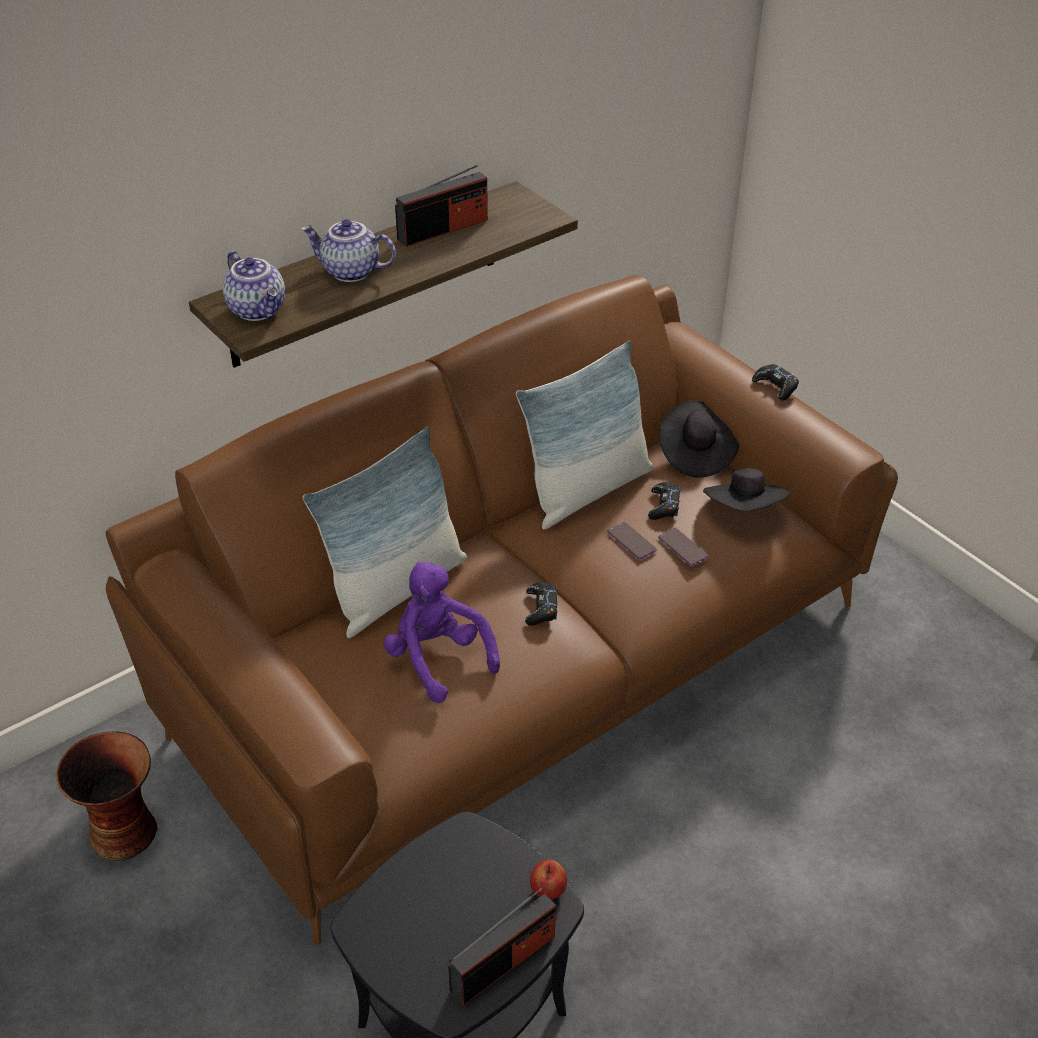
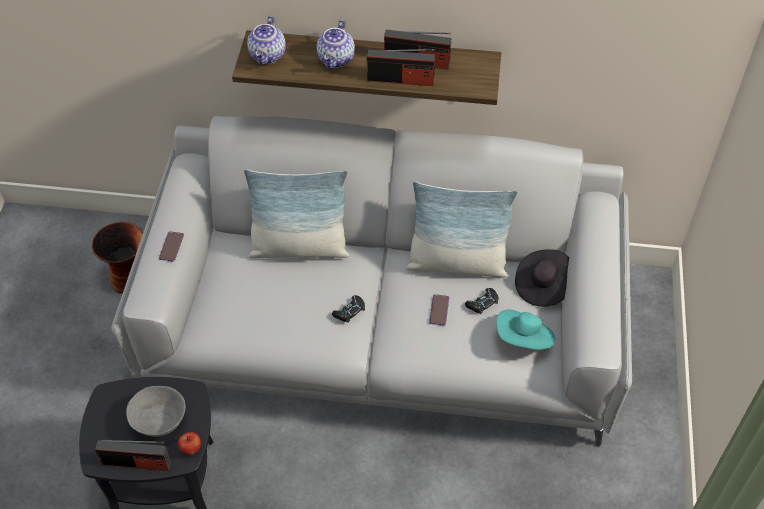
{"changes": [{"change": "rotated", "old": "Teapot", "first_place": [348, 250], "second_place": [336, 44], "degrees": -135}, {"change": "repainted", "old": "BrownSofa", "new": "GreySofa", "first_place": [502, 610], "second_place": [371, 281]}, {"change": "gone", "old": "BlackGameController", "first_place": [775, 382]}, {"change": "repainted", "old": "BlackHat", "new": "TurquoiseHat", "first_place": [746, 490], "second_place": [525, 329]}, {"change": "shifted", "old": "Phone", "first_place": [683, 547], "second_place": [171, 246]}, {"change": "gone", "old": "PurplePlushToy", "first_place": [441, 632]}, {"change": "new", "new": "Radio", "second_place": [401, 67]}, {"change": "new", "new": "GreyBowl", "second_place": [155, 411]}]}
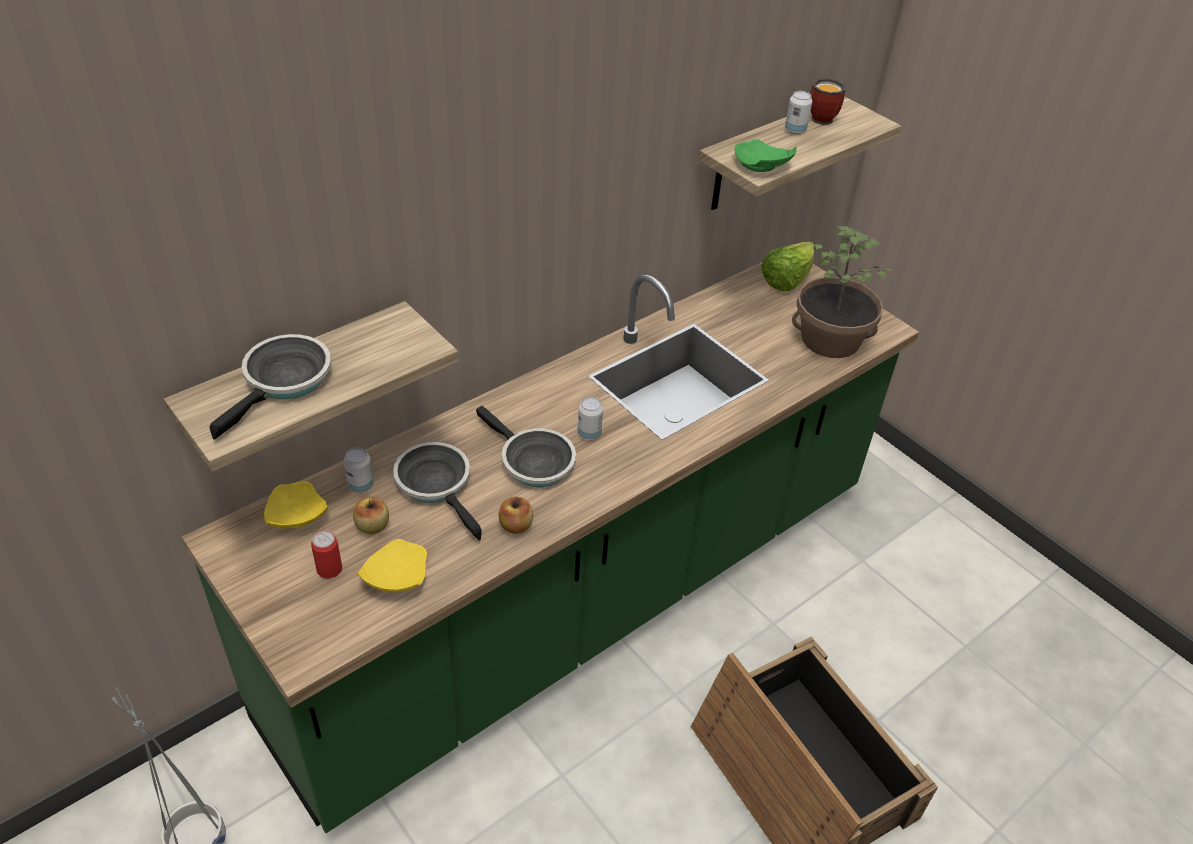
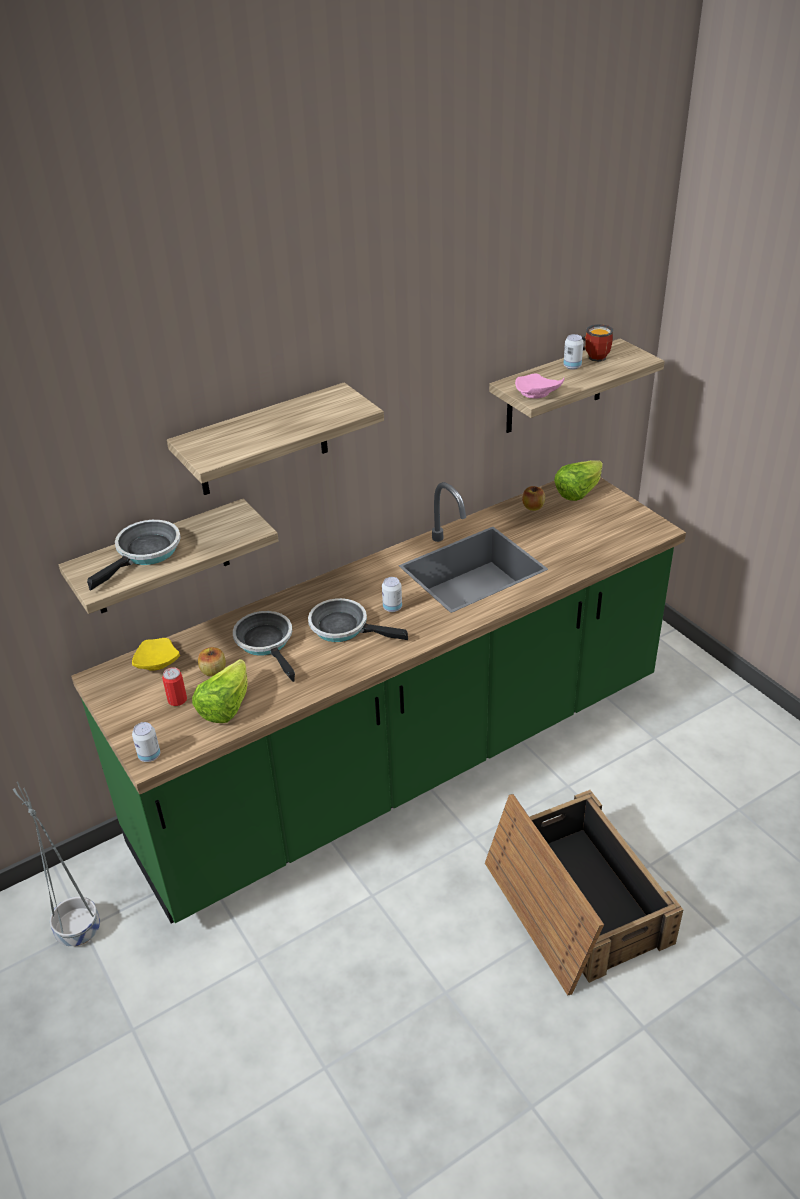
{"changes": [{"change": "repainted", "old": "GreenPlate", "new": "PinkPlate", "first_place": [765, 155], "second_place": [539, 386]}, {"change": "gone", "old": "PottedPlant", "first_place": [842, 292]}, {"change": "rotated", "old": "FryingPan", "first_place": [526, 446], "second_place": [358, 620], "degrees": 150}, {"change": "shifted", "old": "Can", "first_place": [359, 470], "second_place": [146, 742]}, {"change": "shifted", "old": "Apple", "first_place": [516, 515], "second_place": [533, 498]}, {"change": "swapped", "old": "YellowPlate", "new": "Lettuce", "first_place": [392, 565], "second_place": [220, 691]}, {"change": "new", "new": "Shelf", "second_place": [275, 438]}]}
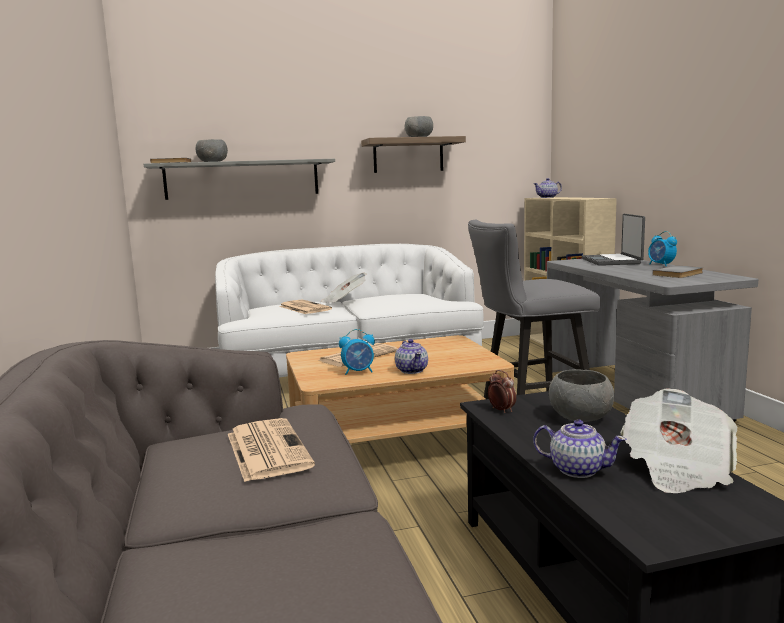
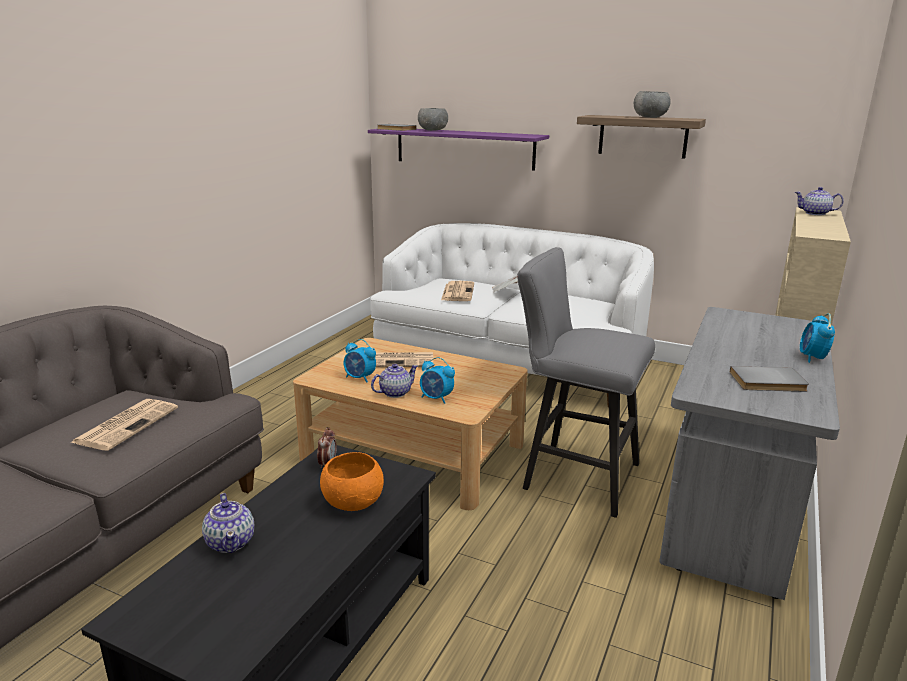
{"changes": [{"change": "repainted", "old": "GreyShelf", "new": "PurpleShelf", "first_place": [239, 179], "second_place": [458, 150]}, {"change": "gone", "old": "Laptop", "first_place": [613, 240]}, {"change": "rotated", "old": "Teapot", "first_place": [411, 356], "second_place": [394, 381], "degrees": -150}, {"change": "repainted", "old": "GreyBowl", "new": "OrangeBowl", "first_place": [581, 395], "second_place": [352, 481]}, {"change": "gone", "old": "Newspaper", "first_place": [678, 441]}, {"change": "new", "new": "AlarmClock", "second_place": [437, 380]}]}
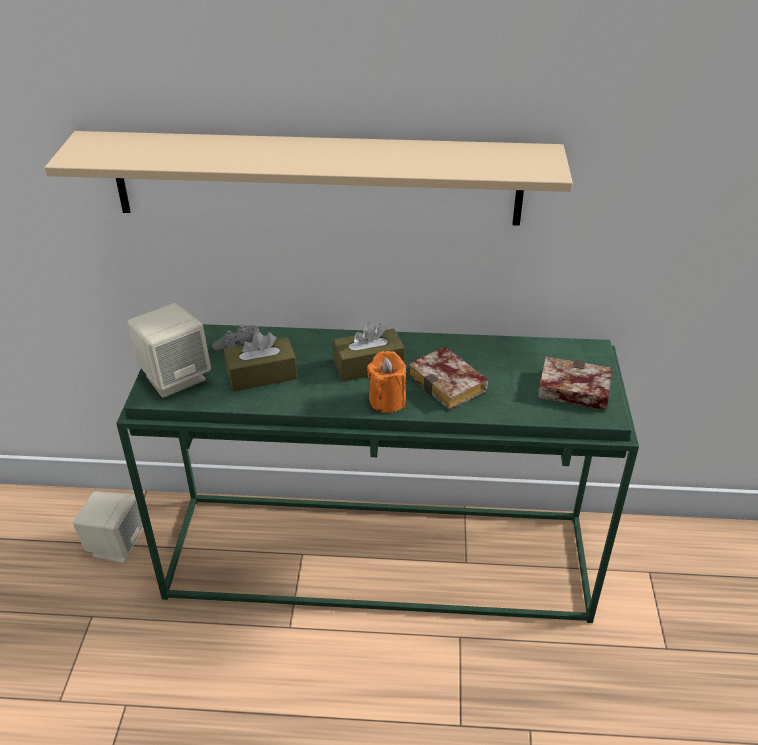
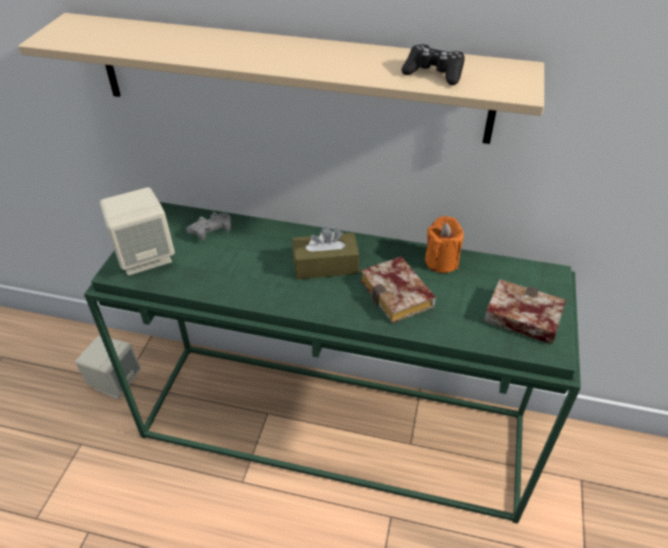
{"changes": [{"change": "gone", "old": "BrownTissueBox", "first_place": [260, 362]}, {"change": "shifted", "old": "OrangeCandle", "first_place": [386, 382], "second_place": [444, 244]}, {"change": "new", "new": "BlackGameController", "second_place": [433, 64]}]}
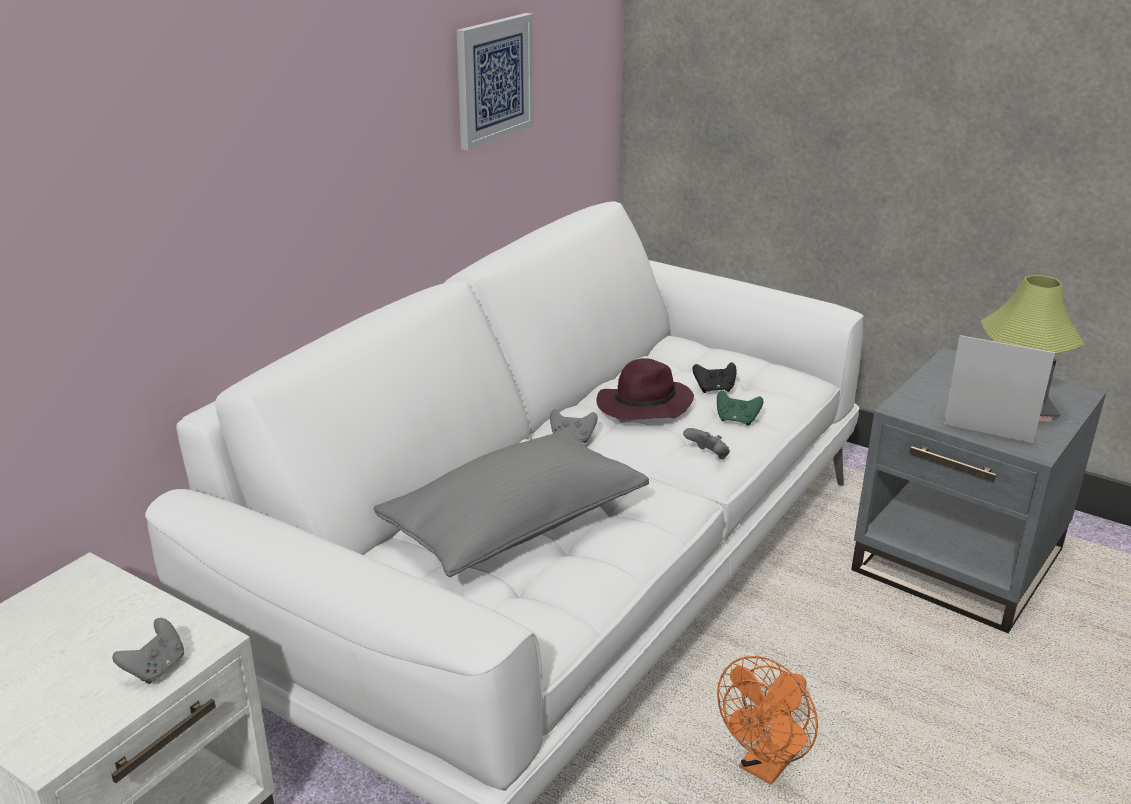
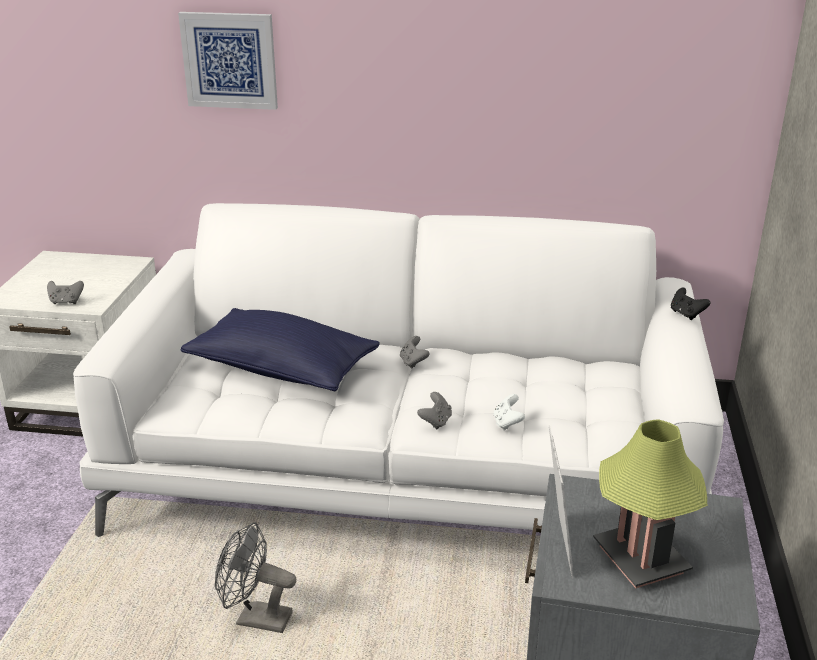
{"changes": [{"change": "shifted", "old": "Picture", "first_place": [495, 81], "second_place": [228, 61]}, {"change": "gone", "old": "PurpleHat", "first_place": [645, 388]}, {"change": "shifted", "old": "BlackGameController", "first_place": [714, 377], "second_place": [690, 304]}, {"change": "repainted", "old": "GreenGameController", "new": "WhiteGameController", "first_place": [740, 408], "second_place": [509, 412]}, {"change": "repainted", "old": "GreyPillow", "new": "BluePillow", "first_place": [511, 502], "second_place": [280, 350]}, {"change": "repainted", "old": "OrangeFan", "new": "GreyFan", "first_place": [767, 720], "second_place": [255, 577]}]}
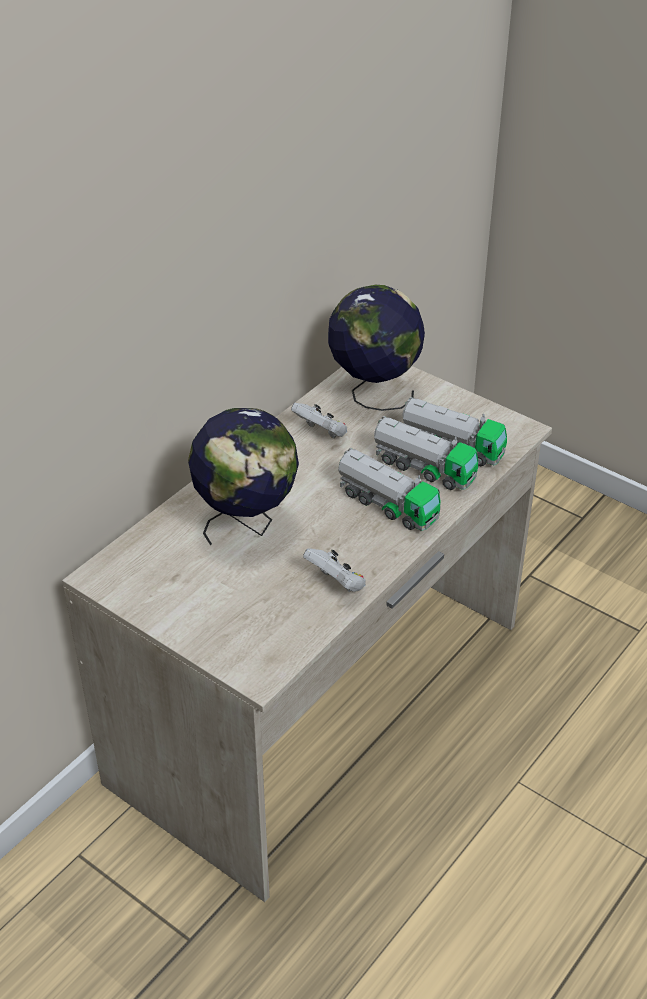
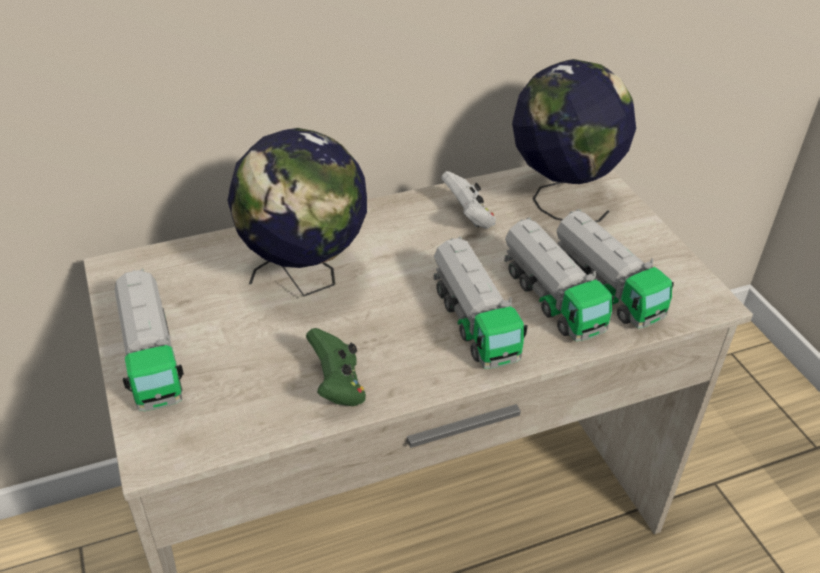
{"changes": [{"change": "repainted", "old": "WhiteGameController", "new": "GreenGameController", "first_place": [334, 570], "second_place": [336, 367]}, {"change": "new", "new": "ToyTruck", "second_place": [149, 339]}]}
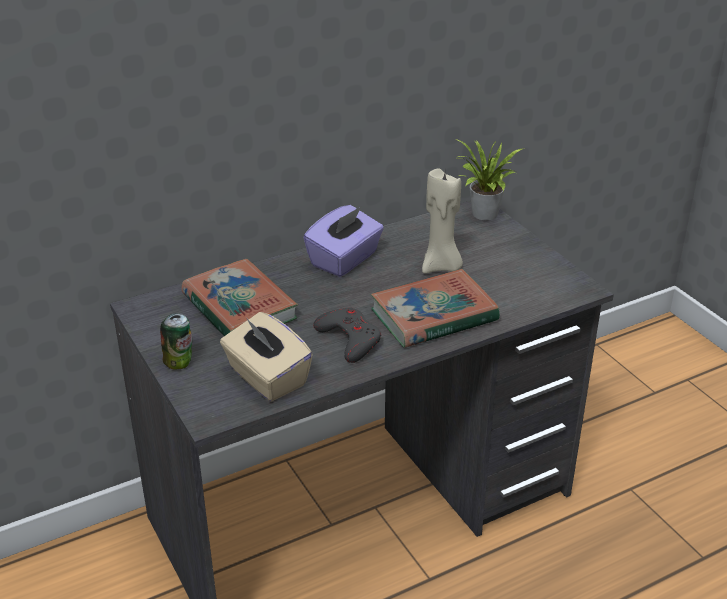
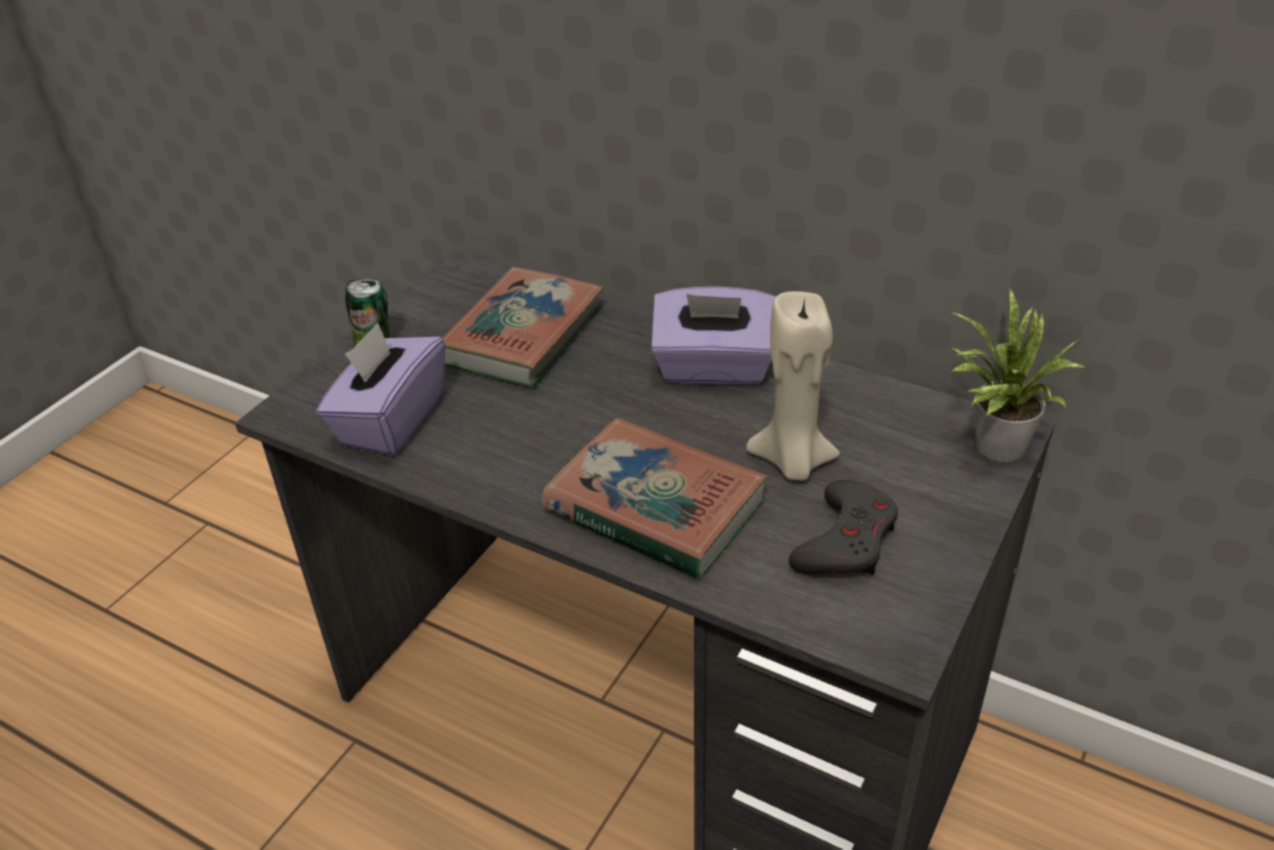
{"changes": [{"change": "shifted", "old": "GreyGameController", "first_place": [347, 335], "second_place": [843, 527]}, {"change": "repainted", "old": "BeigeTissueBox", "new": "PurpleTissueBox", "first_place": [266, 356], "second_place": [380, 389]}]}
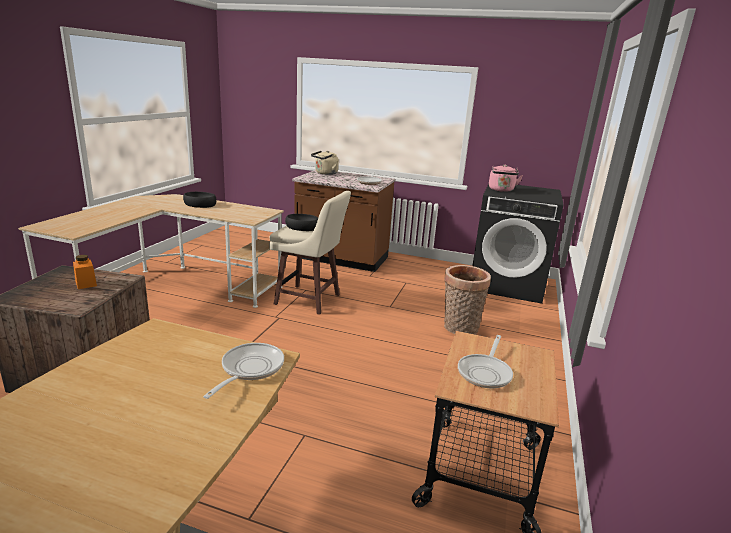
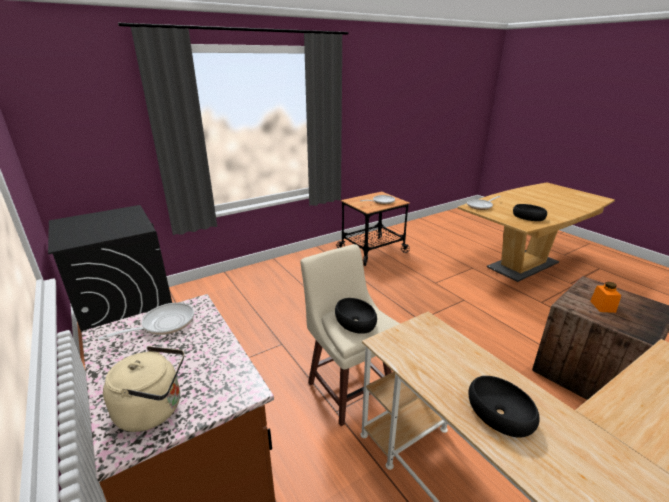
{"changes": [{"change": "gone", "old": "PinkKettle", "first_place": [506, 178]}, {"change": "gone", "old": "Basket", "first_place": [467, 299]}, {"change": "new", "new": "BlackBowl", "second_place": [530, 212]}]}
